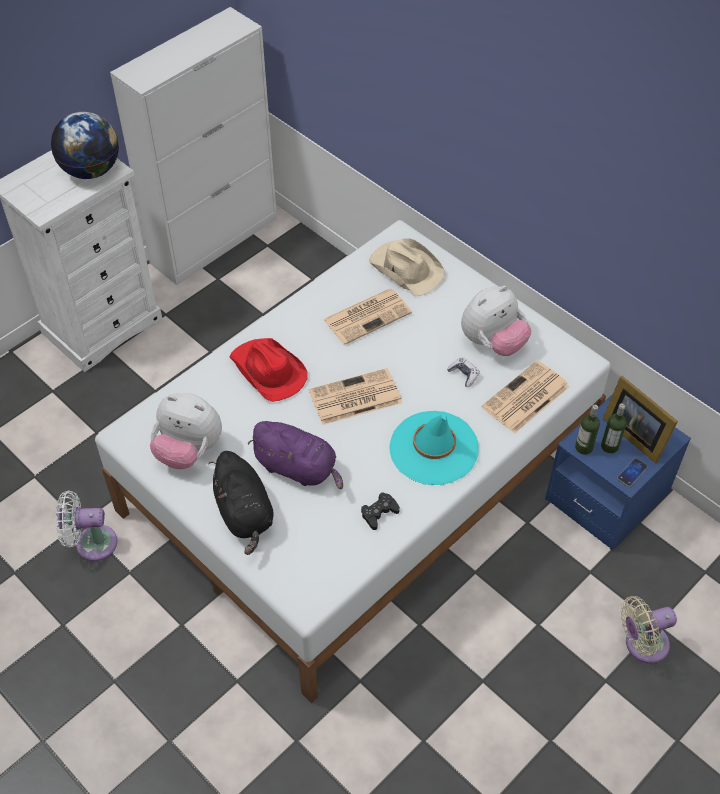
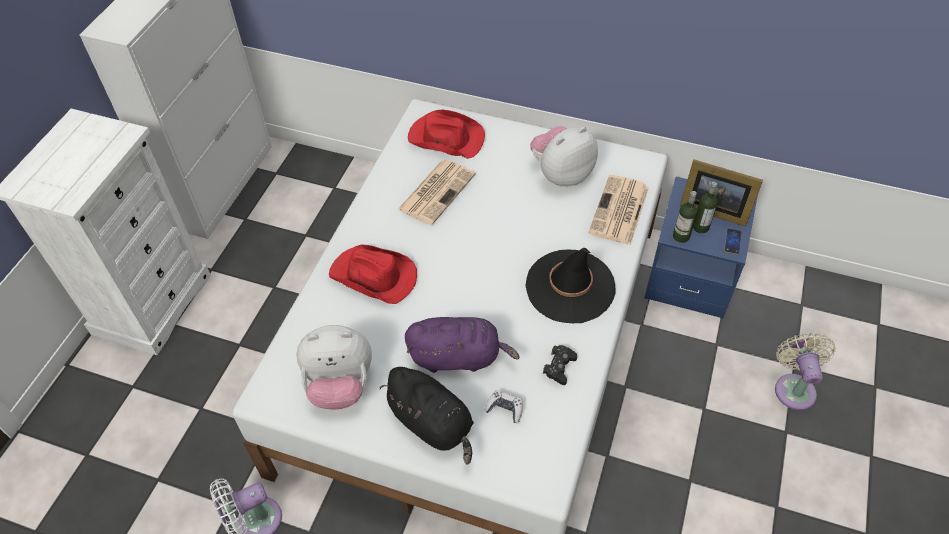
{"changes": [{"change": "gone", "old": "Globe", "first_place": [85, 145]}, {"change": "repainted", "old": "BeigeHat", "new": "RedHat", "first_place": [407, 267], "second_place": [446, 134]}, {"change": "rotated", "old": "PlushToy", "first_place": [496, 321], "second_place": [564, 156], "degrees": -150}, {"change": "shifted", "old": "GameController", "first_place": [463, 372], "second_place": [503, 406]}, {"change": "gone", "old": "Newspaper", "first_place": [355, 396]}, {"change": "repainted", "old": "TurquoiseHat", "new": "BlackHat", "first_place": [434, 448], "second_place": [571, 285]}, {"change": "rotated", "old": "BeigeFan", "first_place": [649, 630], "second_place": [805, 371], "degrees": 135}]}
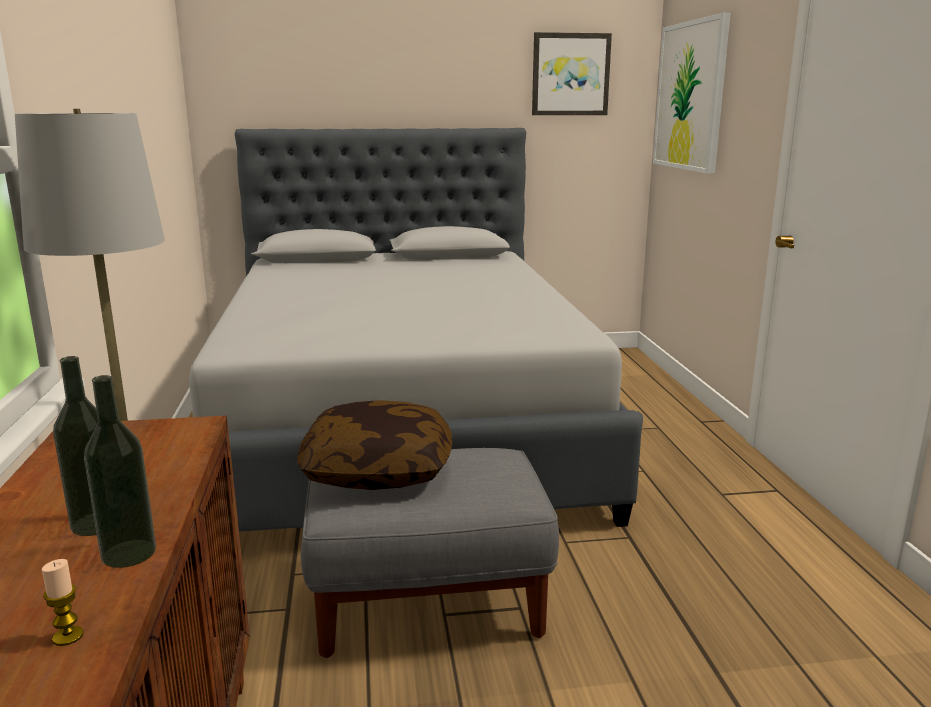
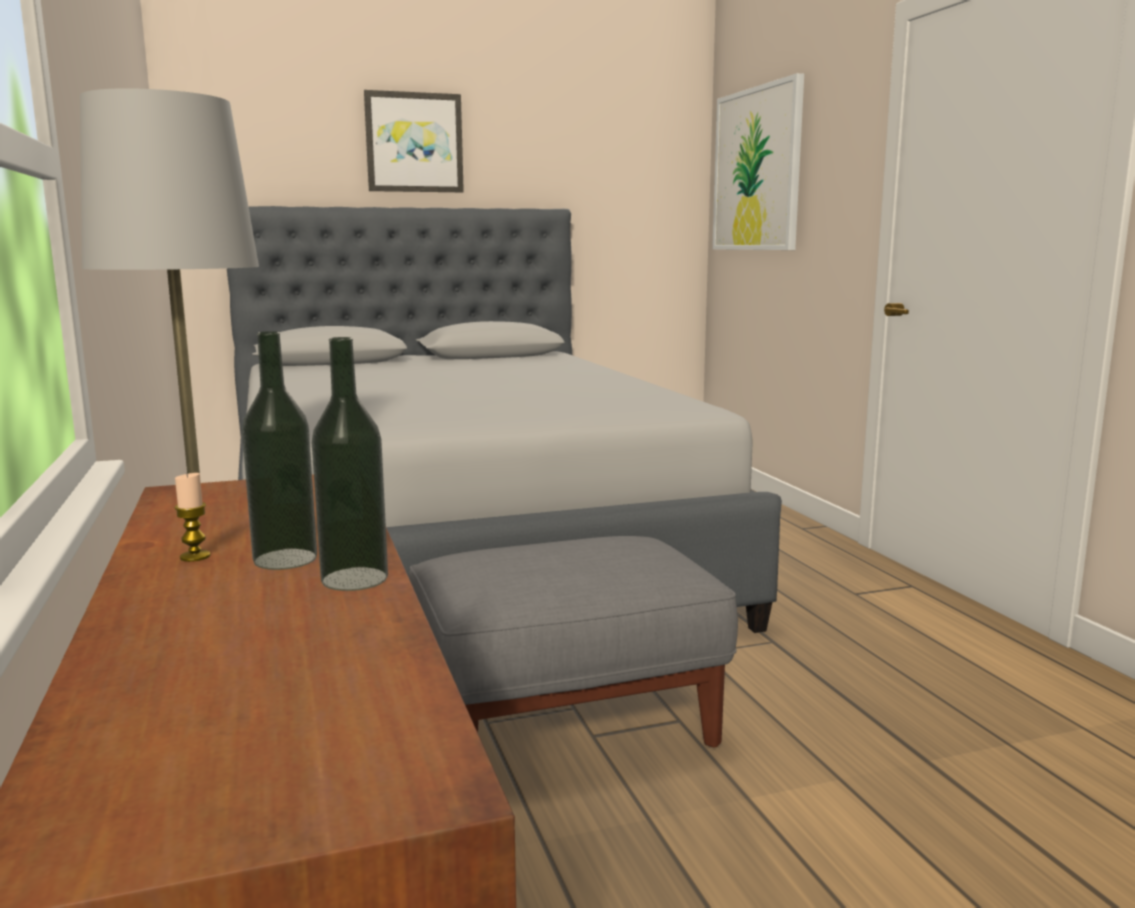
{"changes": [{"change": "shifted", "old": "Picture", "first_place": [572, 73], "second_place": [414, 141]}, {"change": "gone", "old": "Pillow", "first_place": [374, 445]}, {"change": "shifted", "old": "Candle", "first_place": [62, 602], "second_place": [192, 517]}]}
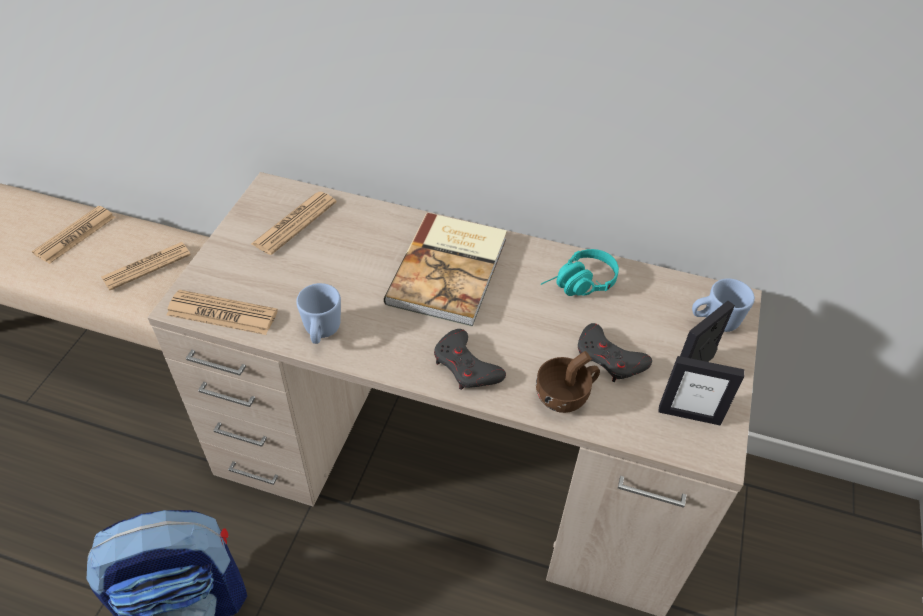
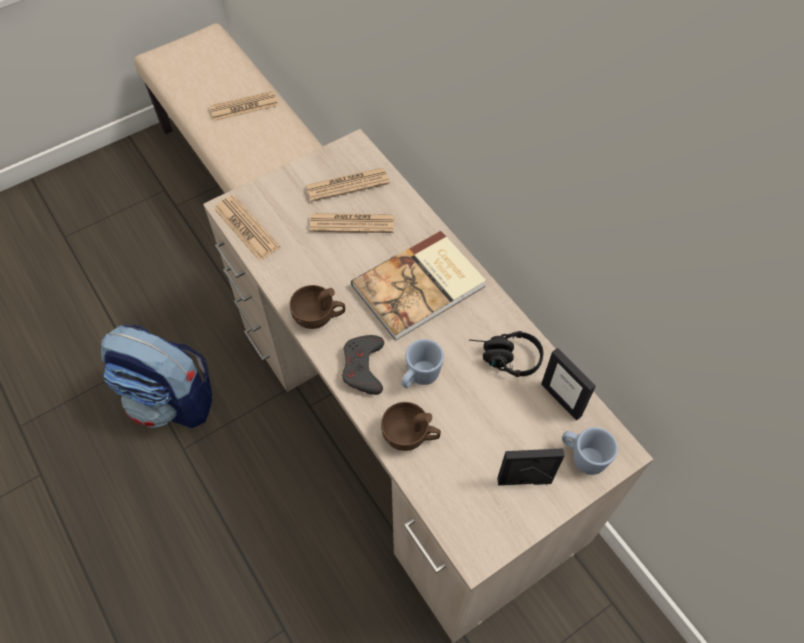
{"changes": [{"change": "shifted", "old": "Newspaper", "first_place": [146, 266], "second_place": [352, 223]}, {"change": "repainted", "old": "TurquoiseHeadphones", "new": "BlackHeadphones", "first_place": [580, 272], "second_place": [506, 354]}, {"change": "shifted", "old": "BlueMug", "first_place": [318, 313], "second_place": [422, 363]}, {"change": "gone", "old": "GreyGameController", "first_place": [615, 352]}, {"change": "shifted", "old": "PictureFrame", "first_place": [701, 391], "second_place": [568, 384]}, {"change": "new", "new": "BrownCup", "second_place": [317, 307]}]}
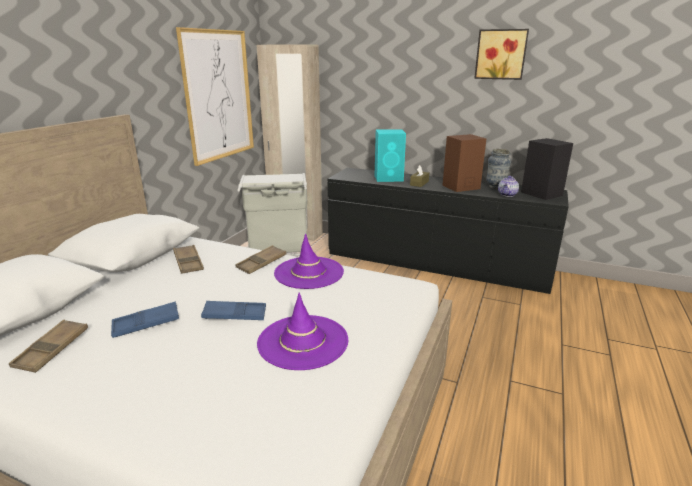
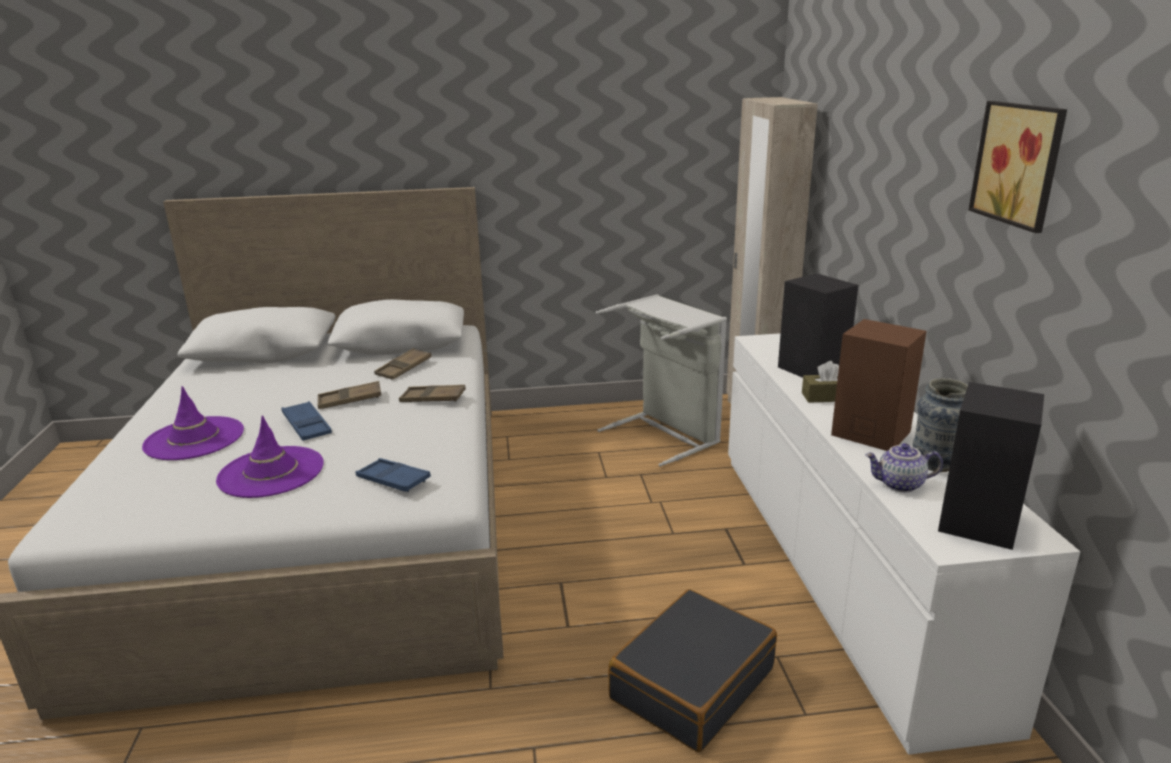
{"changes": [{"change": "gone", "old": "Picture", "first_place": [215, 96]}, {"change": "repainted", "old": "TurquoiseSpeaker", "new": "BlackSpeaker", "first_place": [390, 155], "second_place": [818, 326]}, {"change": "repainted", "old": "BlackDresser", "new": "WhiteDresser", "first_place": [448, 231], "second_place": [904, 544]}, {"change": "shifted", "old": "PurpleHat", "first_place": [309, 261], "second_place": [193, 423]}, {"change": "shifted", "old": "BlueTray", "first_place": [145, 320], "second_place": [393, 475]}, {"change": "shifted", "old": "BrownTray", "first_place": [48, 346], "second_place": [349, 395]}, {"change": "new", "new": "BlackSuitcase", "second_place": [692, 670]}]}
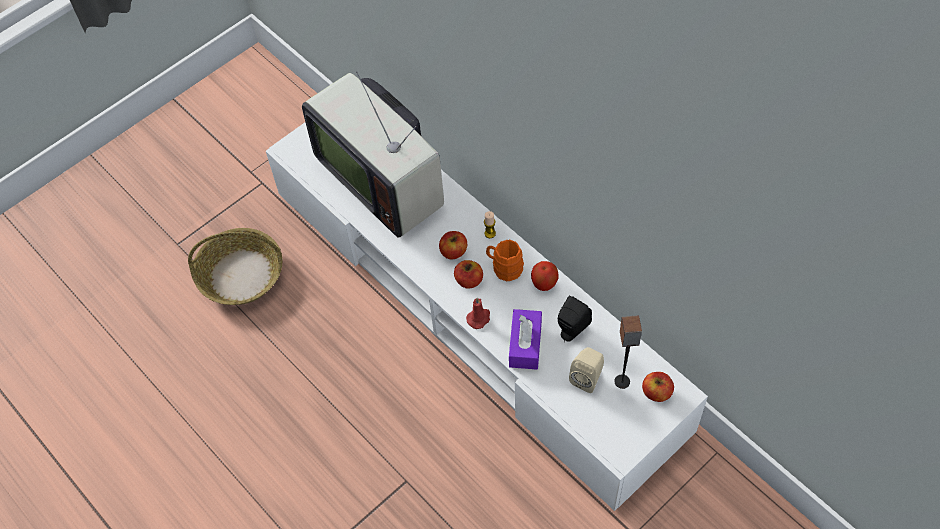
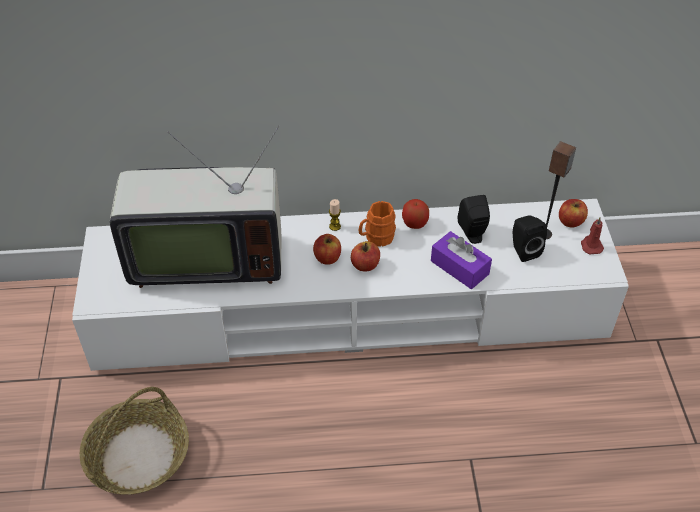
{"changes": [{"change": "shifted", "old": "RedCandle", "first_place": [478, 313], "second_place": [592, 235]}, {"change": "repainted", "old": "BeigeSpeaker", "new": "BlackSpeaker", "first_place": [586, 370], "second_place": [530, 238]}]}
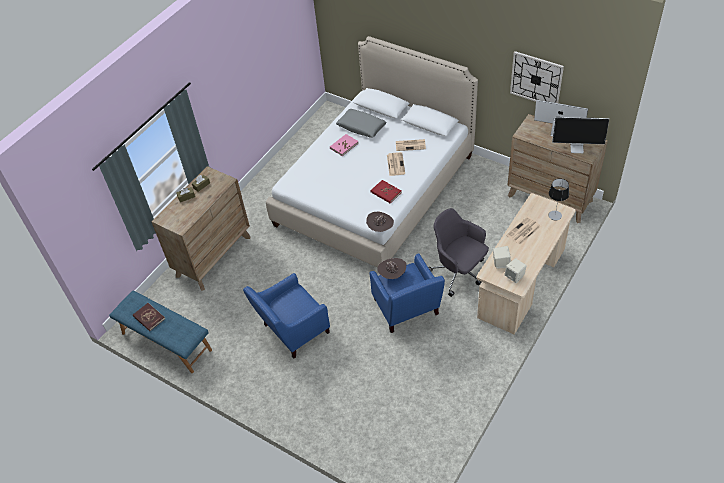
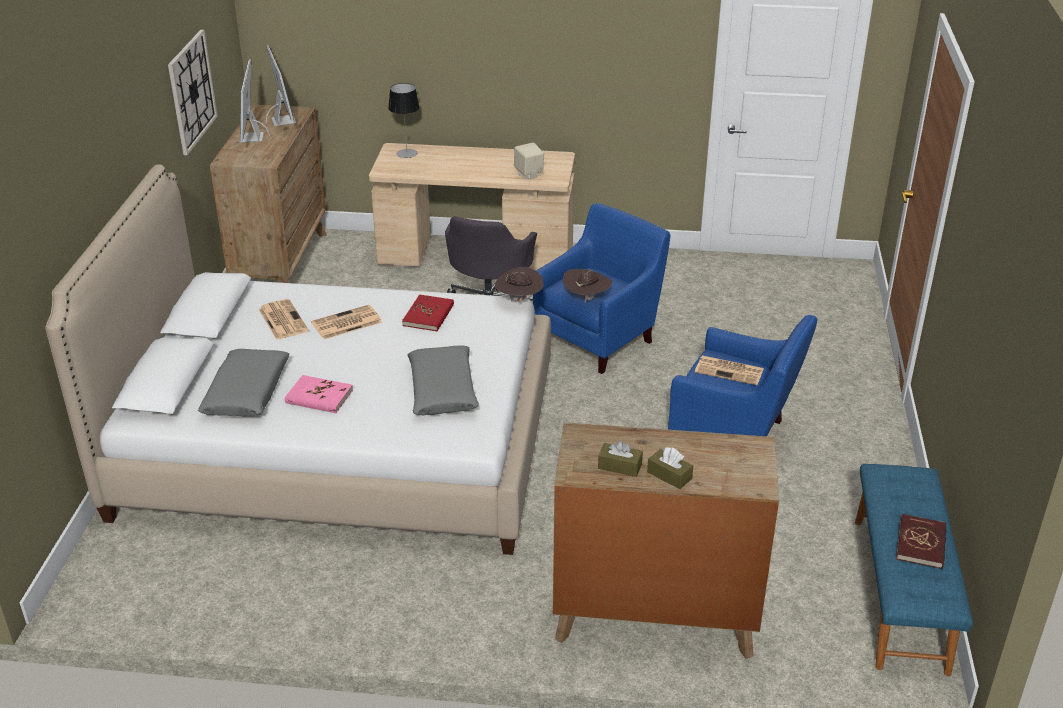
{"changes": [{"change": "shifted", "old": "Newspaper", "first_place": [523, 231], "second_place": [729, 370]}, {"change": "gone", "old": "BeigeSpeaker", "first_place": [515, 270]}, {"change": "new", "new": "GreyPillow", "second_place": [443, 380]}]}
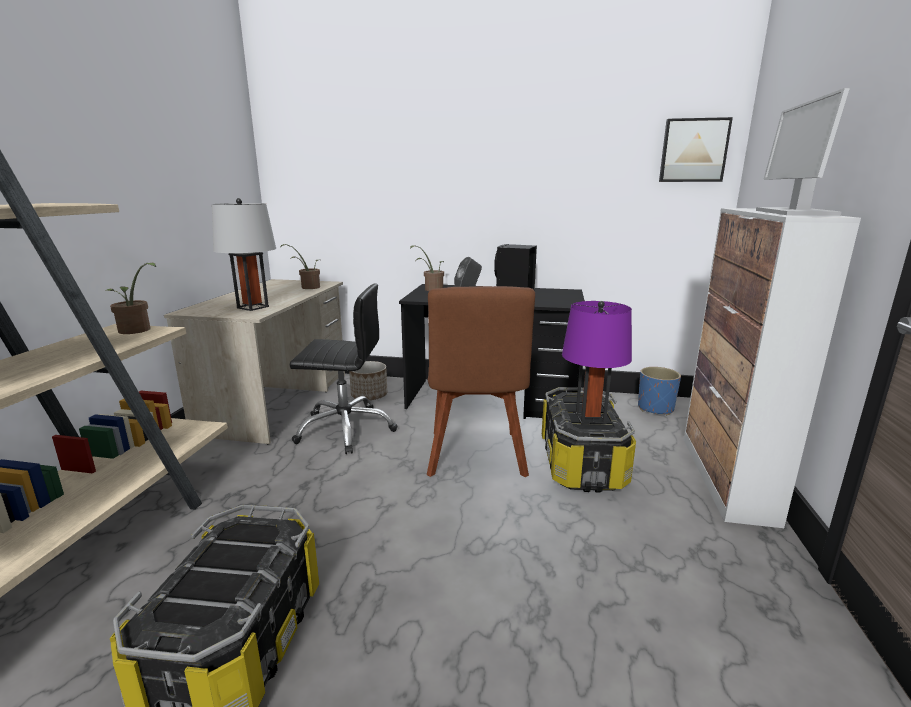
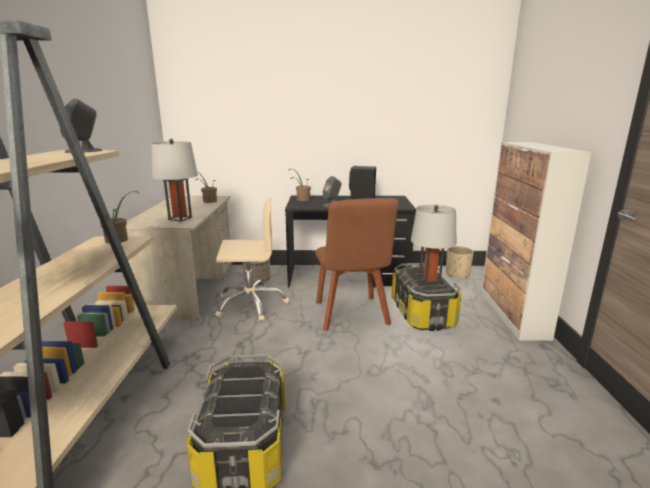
{"changes": [{"change": "gone", "old": "Monitor", "first_place": [803, 152]}, {"change": "gone", "old": "Picture", "first_place": [696, 149]}, {"change": "repainted", "old": "BlackOfficeChair", "new": "BeigeOfficeChair", "first_place": [344, 368], "second_place": [252, 259]}, {"change": "repainted", "old": "PurpleTableLamp", "new": "GreyTableLamp", "first_place": [597, 362], "second_place": [433, 246]}, {"change": "repainted", "old": "BluePlanter", "new": "BeigePlanter", "first_place": [659, 391], "second_place": [460, 262]}, {"change": "new", "new": "GreySpeaker", "second_place": [81, 125]}]}
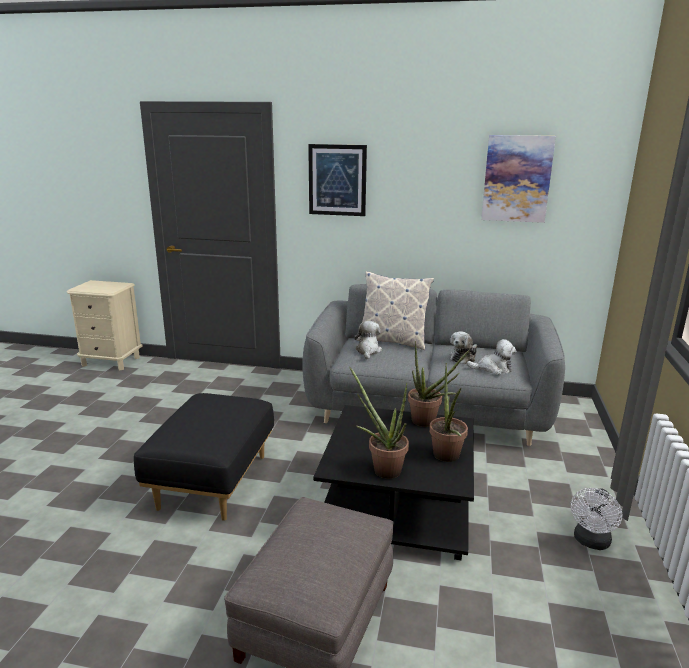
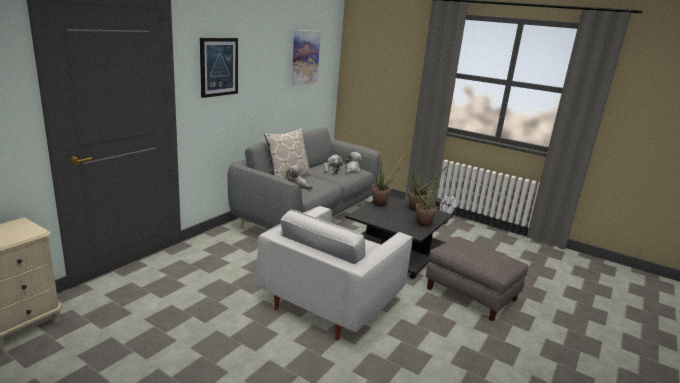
{"changes": [{"change": "swapped", "old": "BlackOttoman", "new": "WhiteArmchair", "first_place": [204, 457], "second_place": [335, 273]}]}
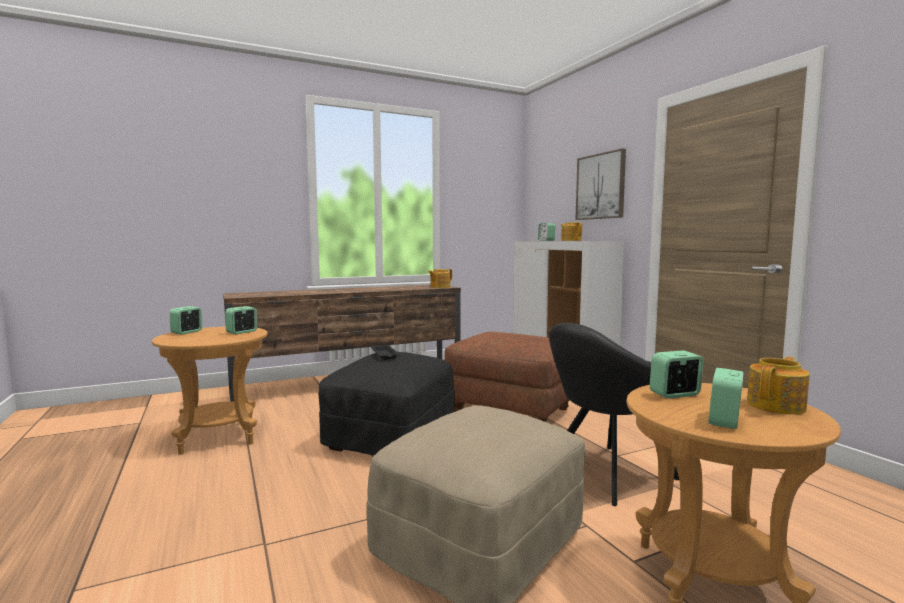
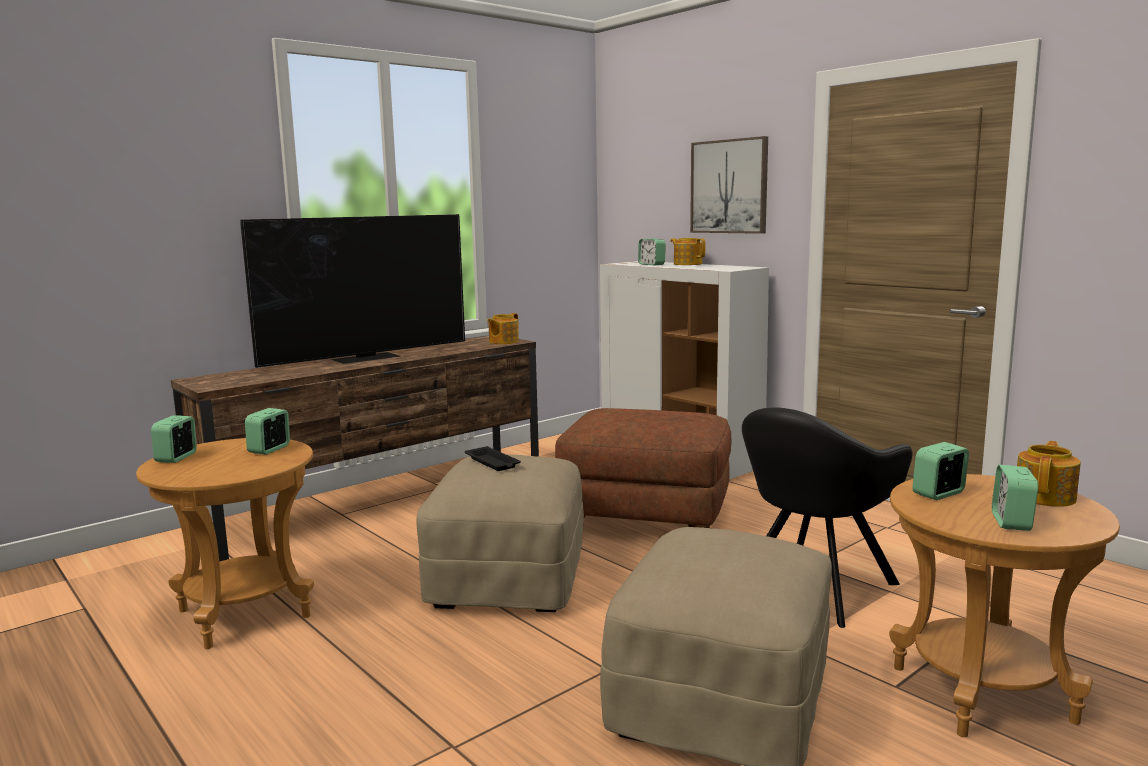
{"changes": [{"change": "repainted", "old": "BlackOttoman", "new": "BeigeOttoman", "first_place": [386, 403], "second_place": [500, 533]}, {"change": "new", "new": "Television", "second_place": [353, 291]}]}
